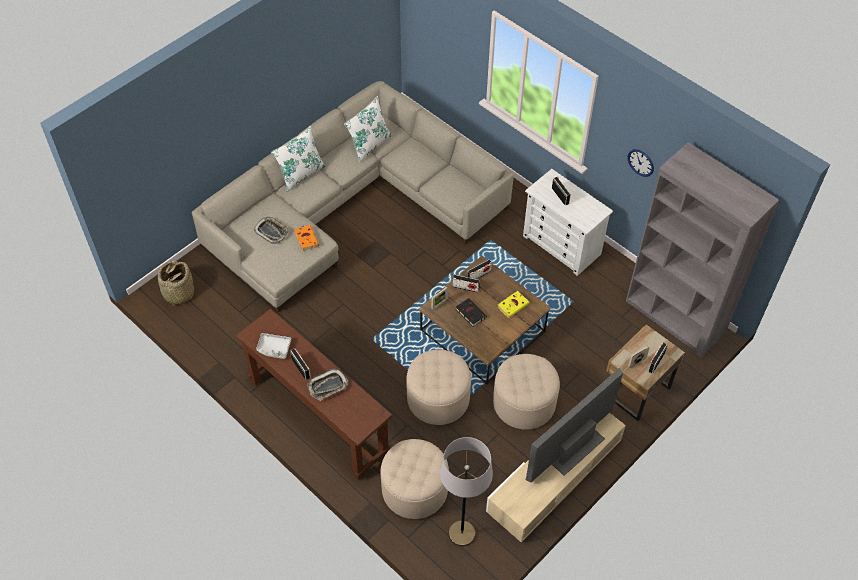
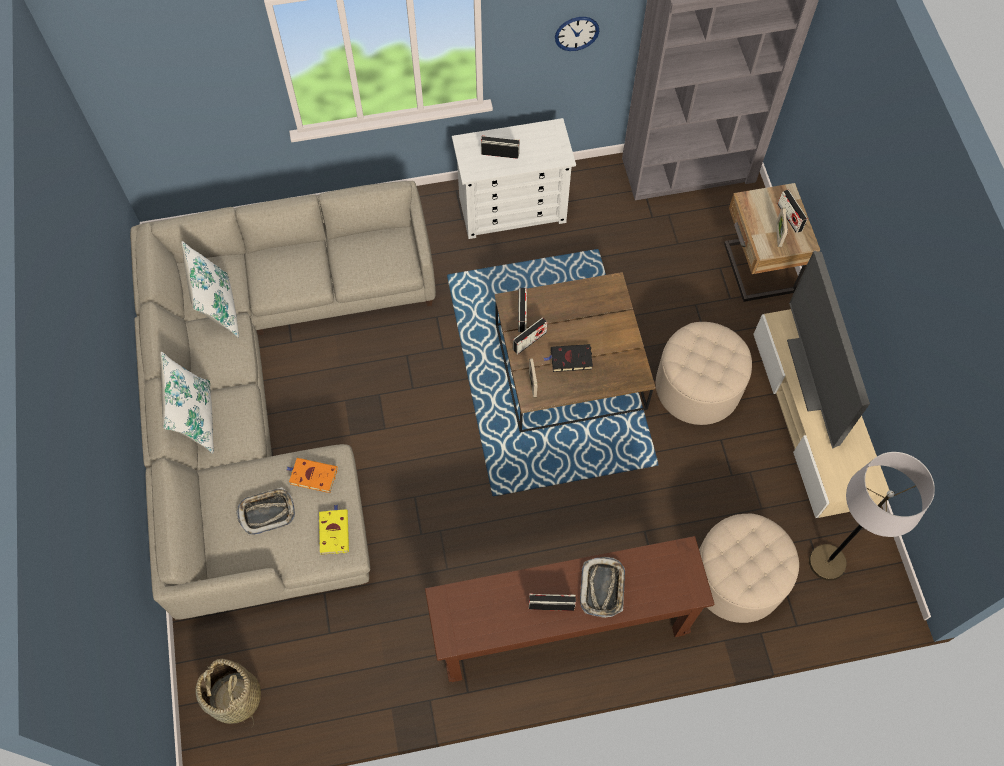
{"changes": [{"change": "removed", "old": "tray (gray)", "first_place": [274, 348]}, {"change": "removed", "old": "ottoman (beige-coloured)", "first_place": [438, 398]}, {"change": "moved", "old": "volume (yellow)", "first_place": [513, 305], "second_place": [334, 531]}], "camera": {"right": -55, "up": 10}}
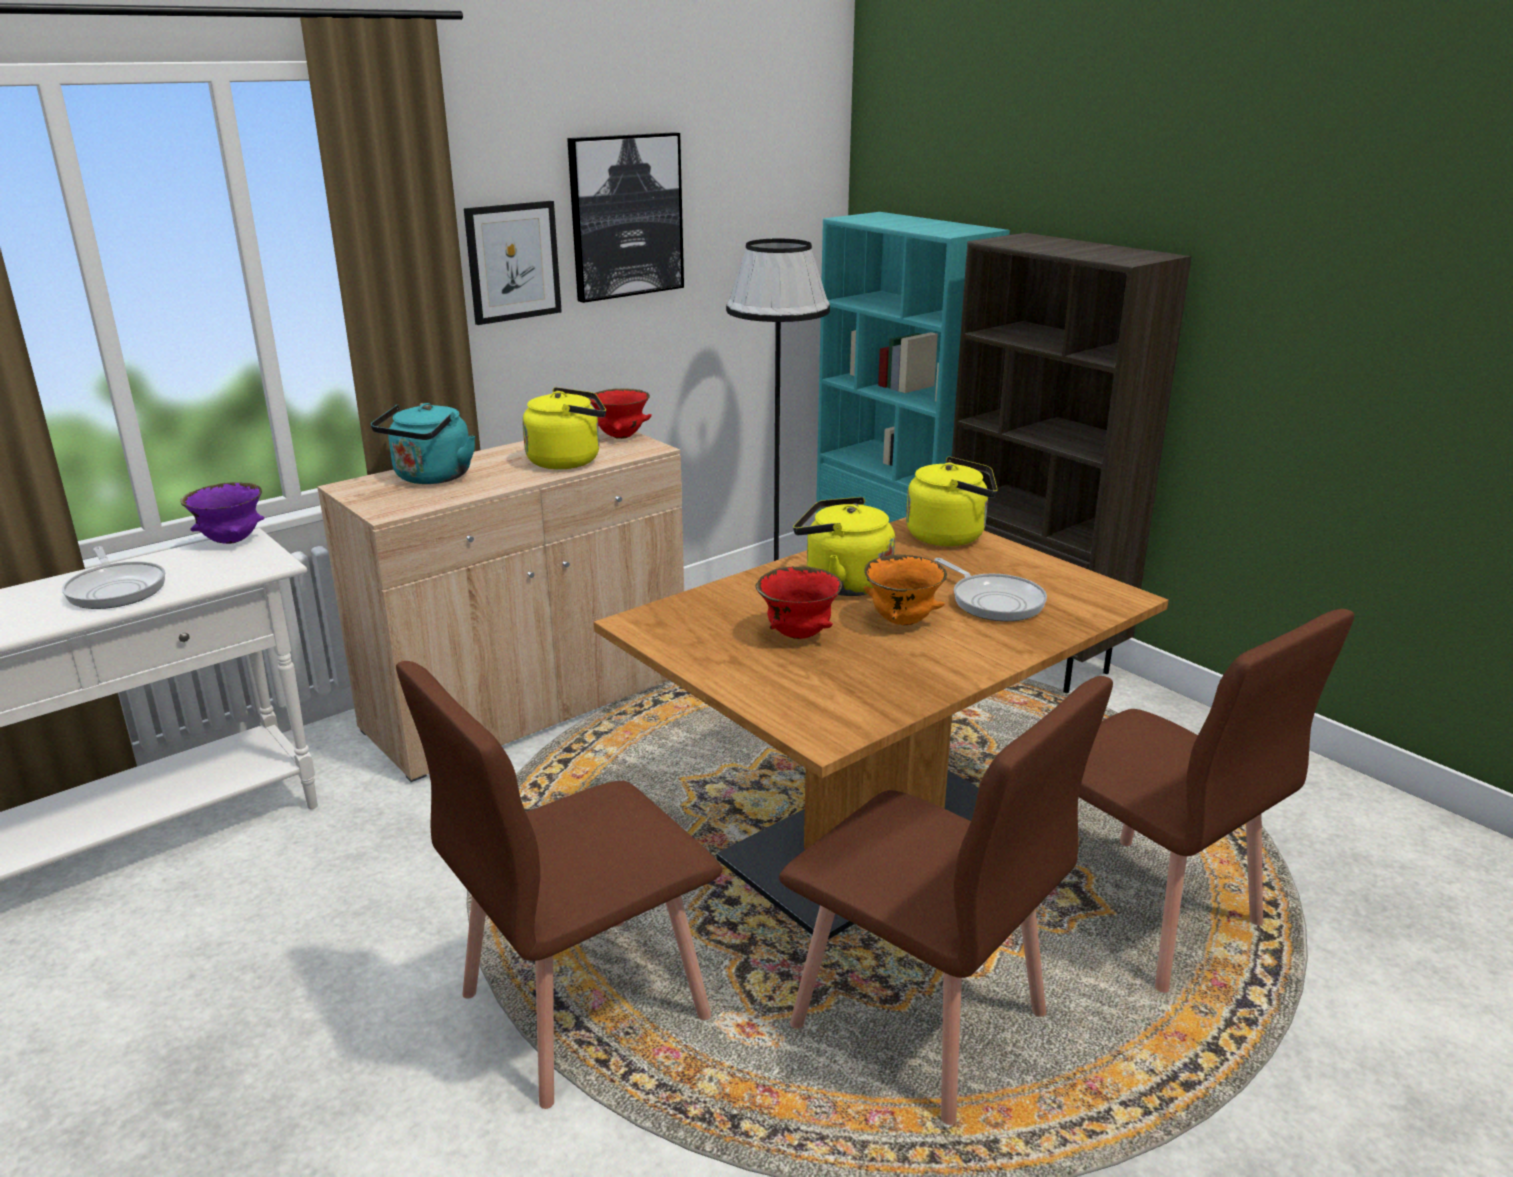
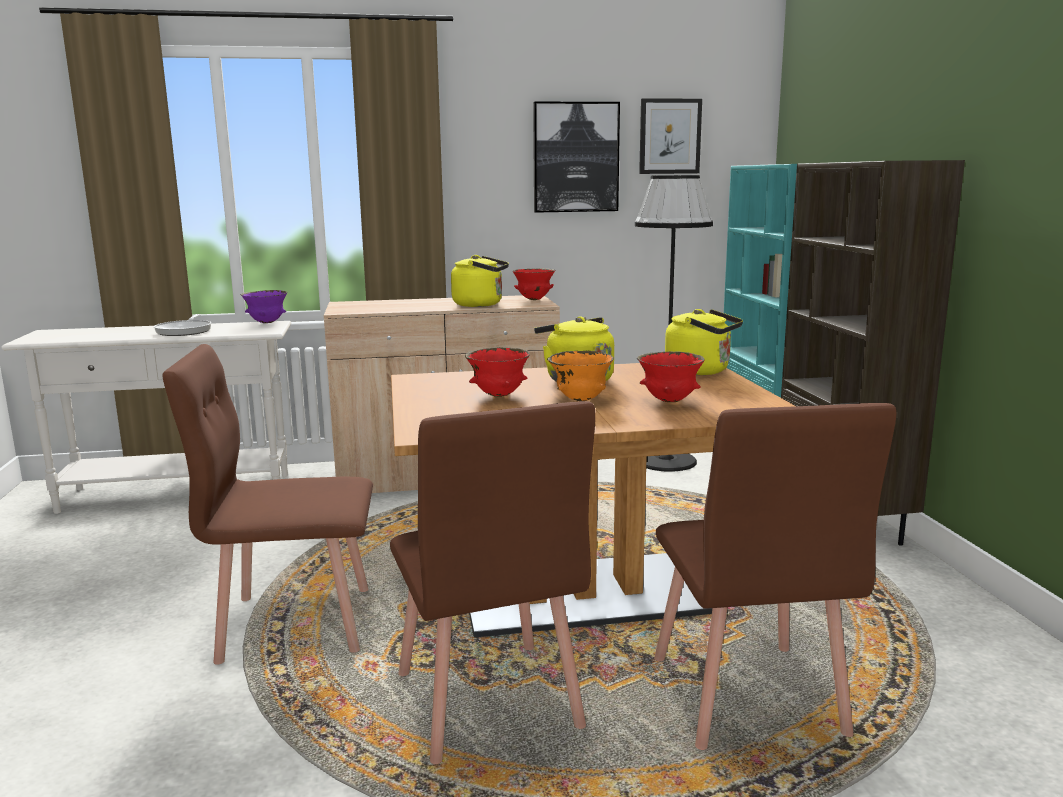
{"changes": [{"change": "removed", "old": "tea kettle (turquoise)", "first_place": [430, 478]}, {"change": "moved", "old": "picture", "first_place": [513, 262], "second_place": [670, 136]}, {"change": "replaced", "old": "pan", "new": "serving bowl (red-coloured)", "first_place": [994, 601], "second_place": [669, 401]}], "camera": {"right": 30, "up": -10}}
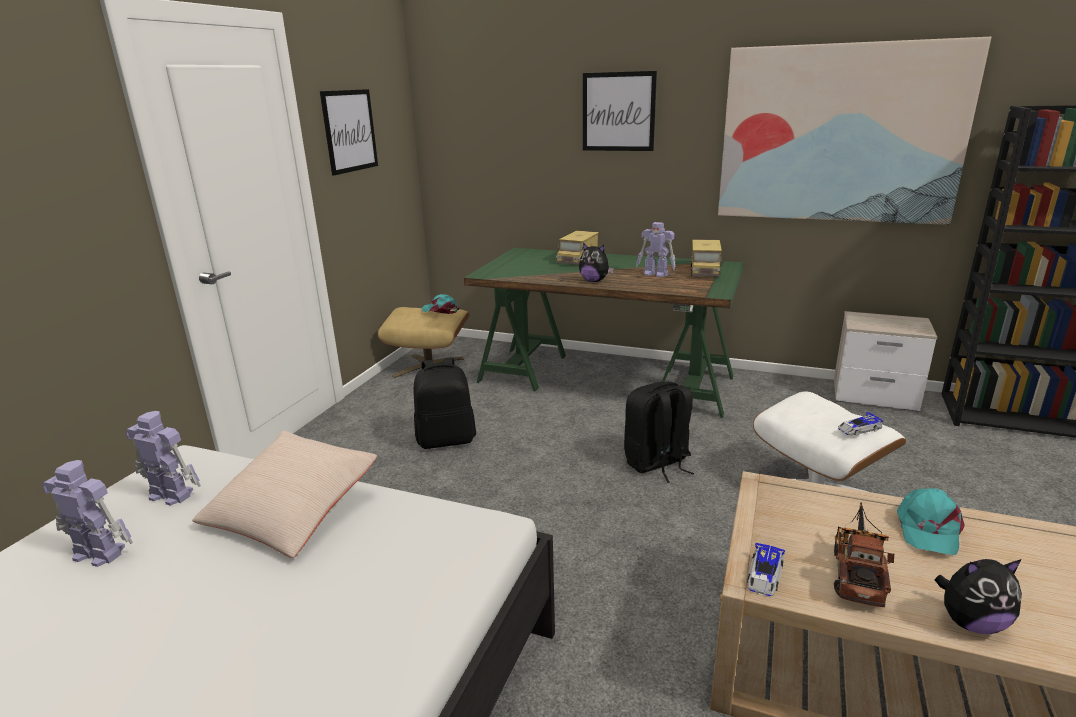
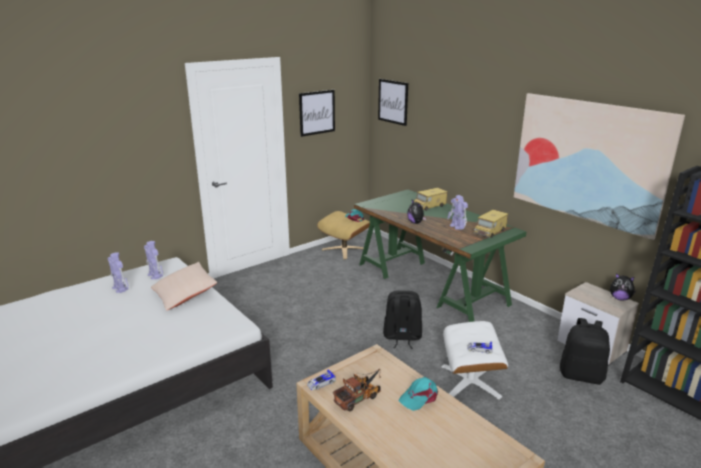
{"changes": [{"change": "moved", "old": "backpack (blackish)", "first_place": [446, 440], "second_place": [581, 375]}, {"change": "moved", "old": "picture", "first_place": [618, 112], "second_place": [393, 102]}, {"change": "moved", "old": "plush toy", "first_place": [971, 622], "second_place": [620, 298]}], "camera": {"right": 30, "up": 0}}
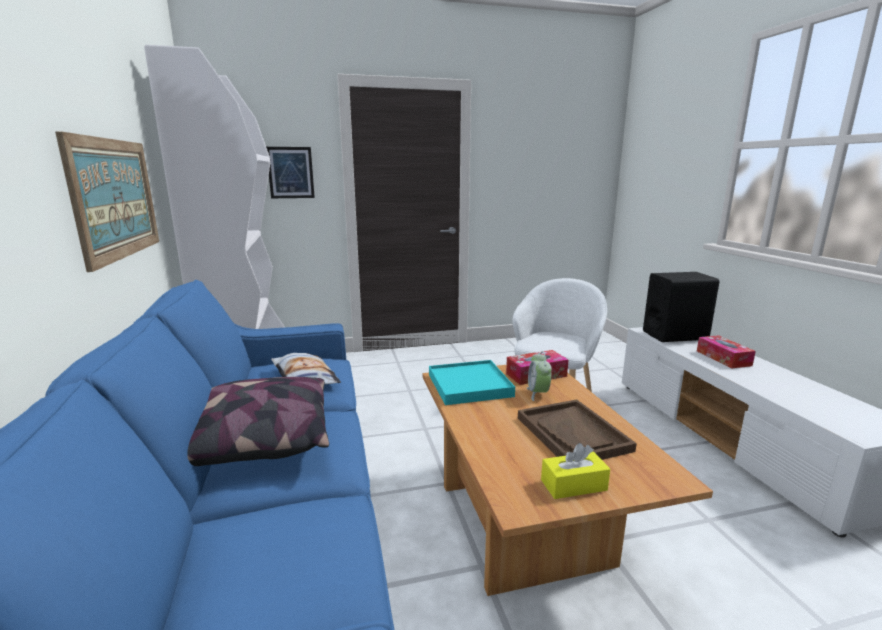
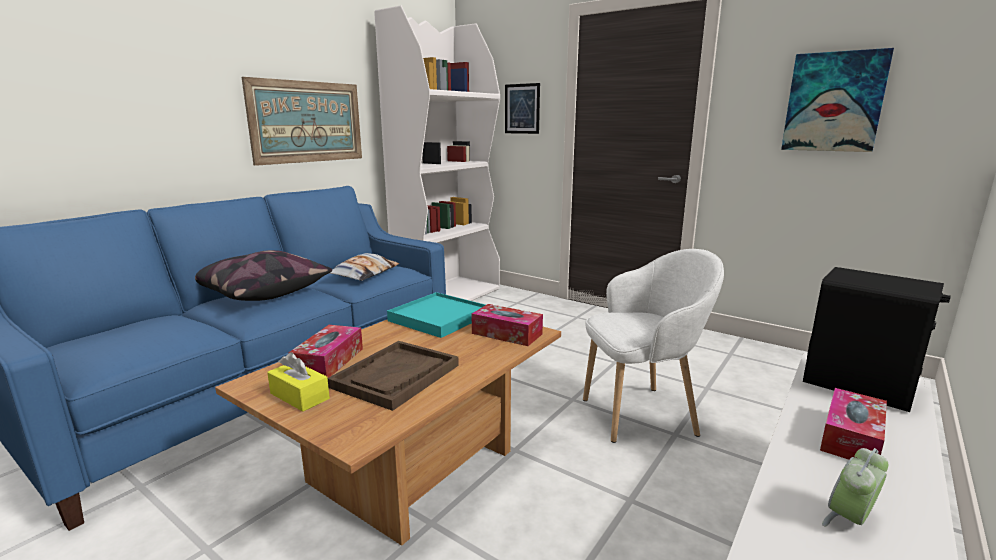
{"changes": [{"change": "moved", "old": "bedside clock", "first_place": [538, 394], "second_place": [849, 520]}, {"change": "added", "new": "tissue holder", "second_place": [329, 361]}, {"change": "added", "new": "picture", "second_place": [834, 102]}], "camera": {"right": 50, "up": 0}}
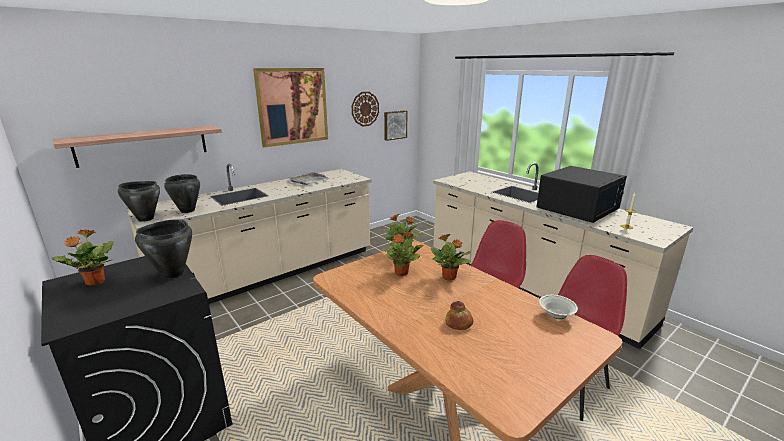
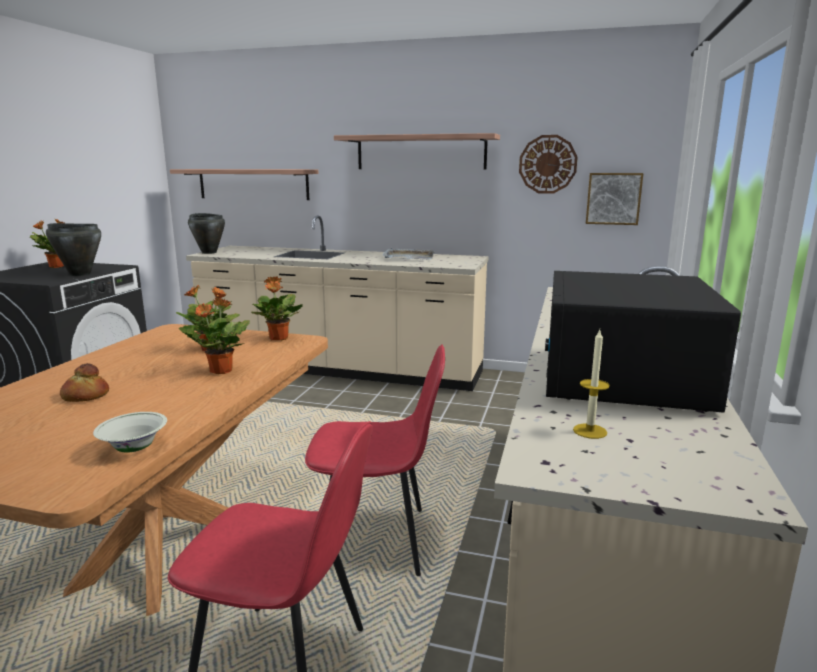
{"changes": [{"change": "removed", "old": "stockpot (blackish)", "first_place": [187, 211]}, {"change": "replaced", "old": "picture", "new": "bracket shelf", "first_place": [293, 106], "second_place": [421, 152]}, {"change": "turned", "old": "kitchen microwave (blackish)", "first_place": [578, 209], "second_place": [622, 378], "degrees": 90}], "camera": {"right": 55, "up": -5}}
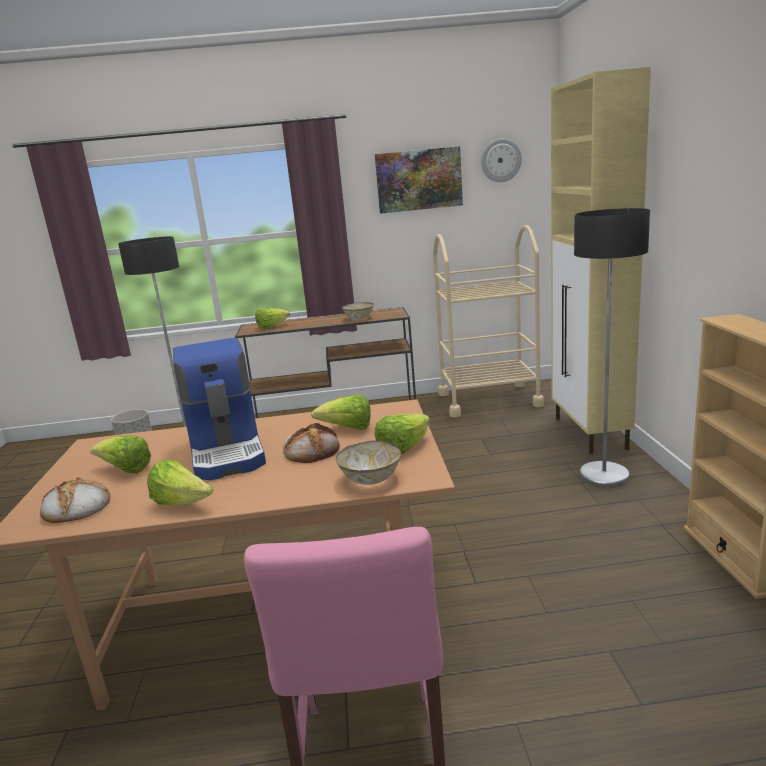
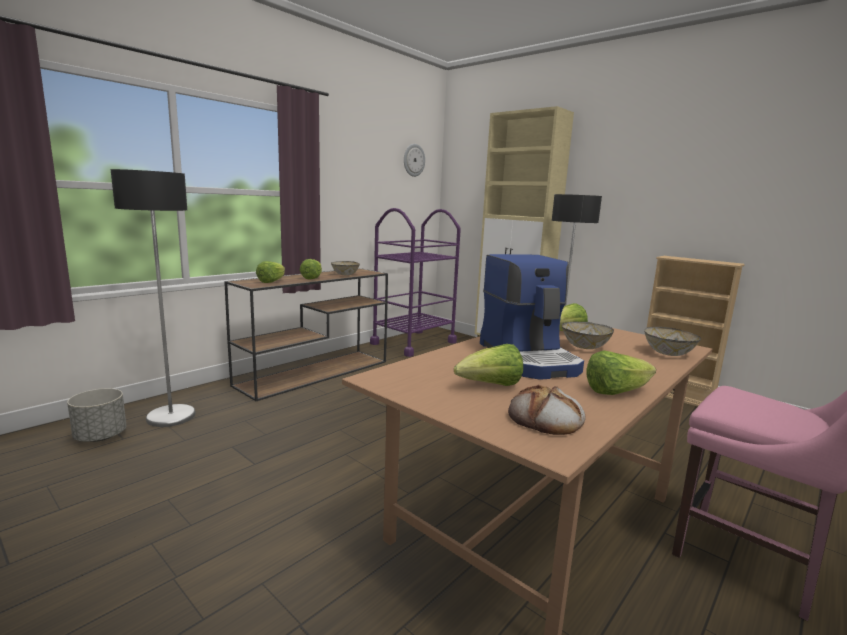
{"changes": [{"change": "turned", "old": "coffee maker", "first_place": [228, 451], "second_place": [529, 358], "degrees": 45}, {"change": "replaced", "old": "bakery bread", "new": "serving bowl", "first_place": [312, 450], "second_place": [584, 347]}, {"change": "removed", "old": "picture", "first_place": [418, 180]}, {"change": "moved", "old": "lettuce", "first_place": [403, 448], "second_place": [312, 278]}, {"change": "recoloured", "old": "wheeled cart (beige-coloured)", "new": "wheeled cart (purple)", "first_place": [489, 399], "second_place": [413, 343]}], "camera": {"right": -45, "up": -5}}
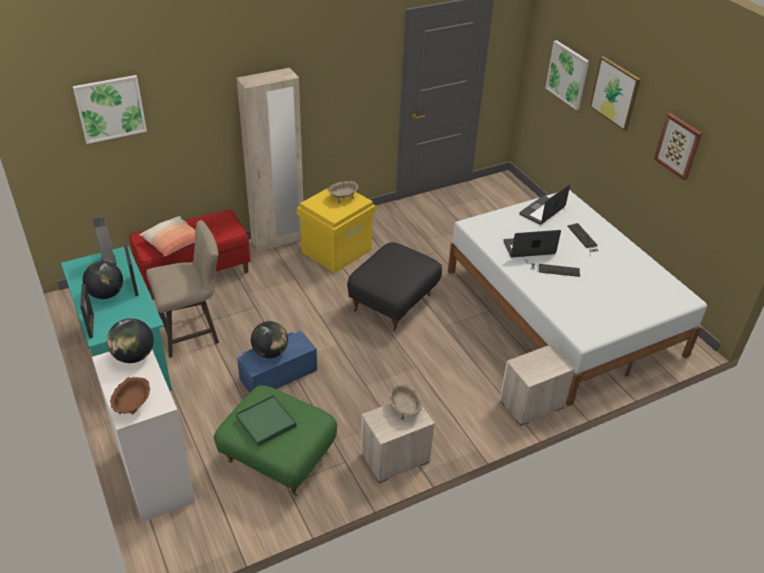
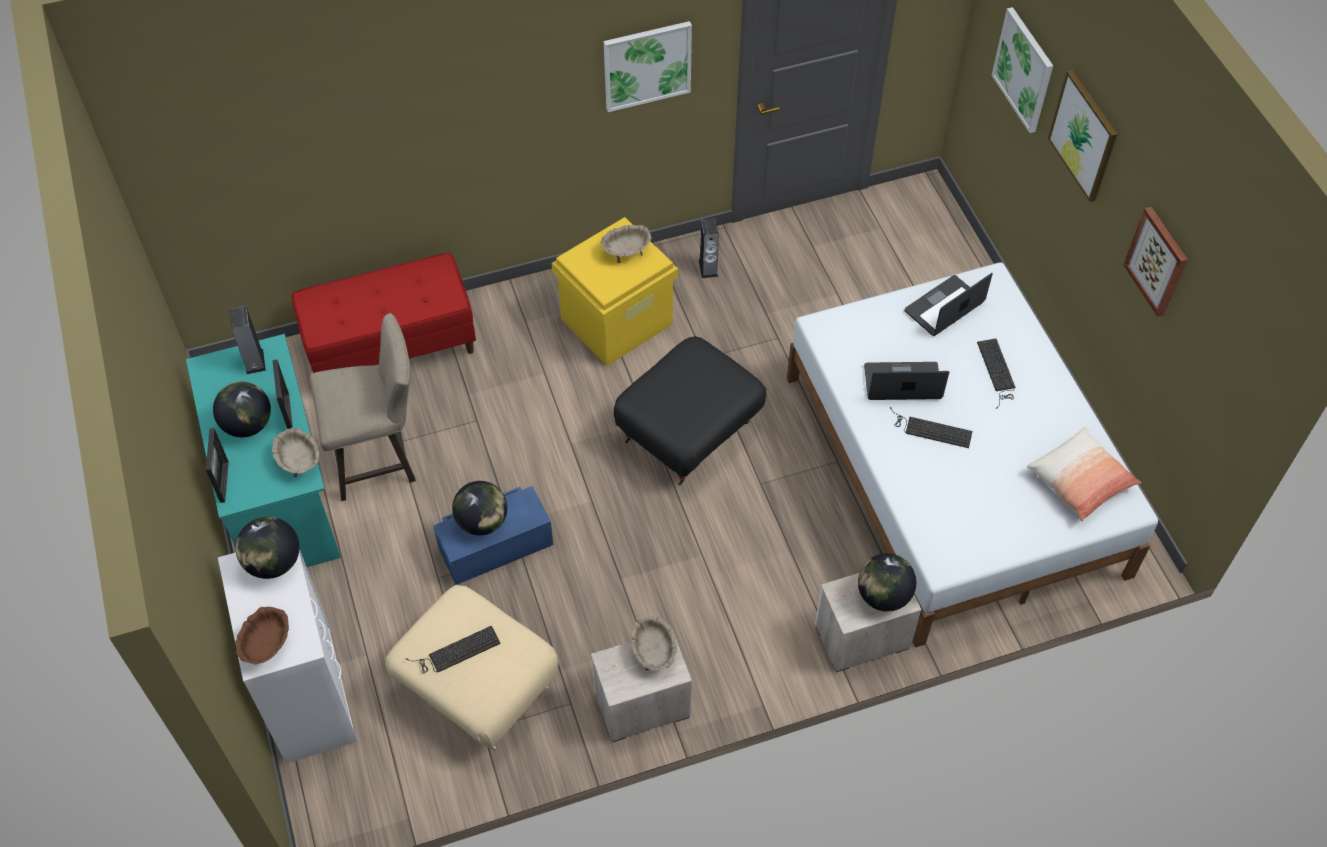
{"changes": [{"change": "moved", "old": "picture", "first_place": [110, 108], "second_place": [647, 65]}, {"change": "moved", "old": "cushion", "first_place": [174, 243], "second_place": [1080, 482]}, {"change": "recoloured", "old": "ottoman (green)", "new": "ottoman (beige-coloured)", "first_place": [277, 459], "second_place": [476, 688]}, {"change": "removed", "old": "wardrobe (beige-coloured)", "first_place": [278, 240]}, {"change": "replaced", "old": "tray (green)", "new": "keyboard", "first_place": [265, 422], "second_place": [456, 652]}, {"change": "added", "new": "serving bowl (beige-coloured)", "second_place": [299, 462]}, {"change": "added", "new": "loudspeaker", "second_place": [708, 268]}, {"change": "added", "new": "desk globe", "second_place": [883, 596]}], "camera": {"right": 10, "up": 15}}
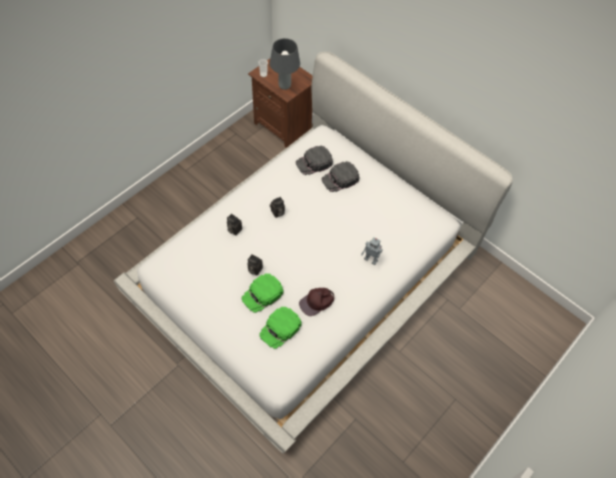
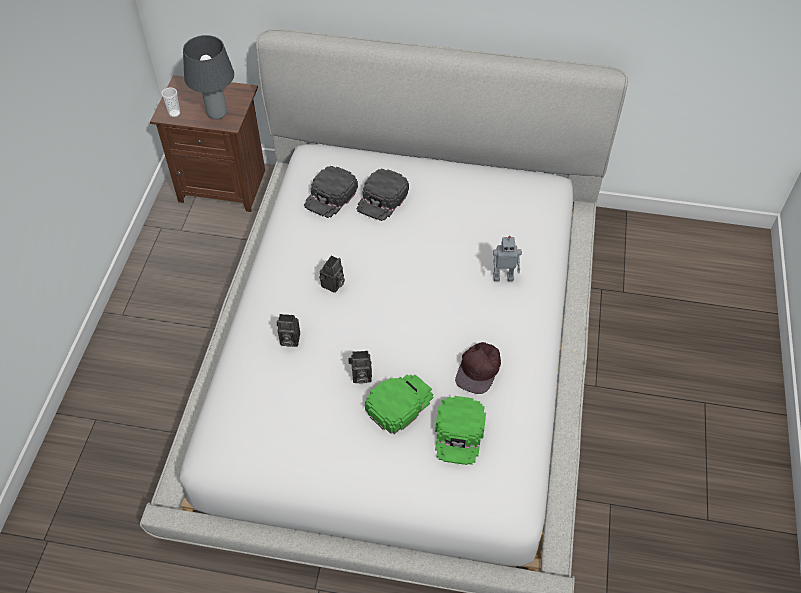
{"changes": [{"change": "turned", "old": "baseball cap (green)", "first_place": [262, 295], "second_place": [399, 403], "degrees": -150}], "camera": {"right": -30, "up": -5}}
